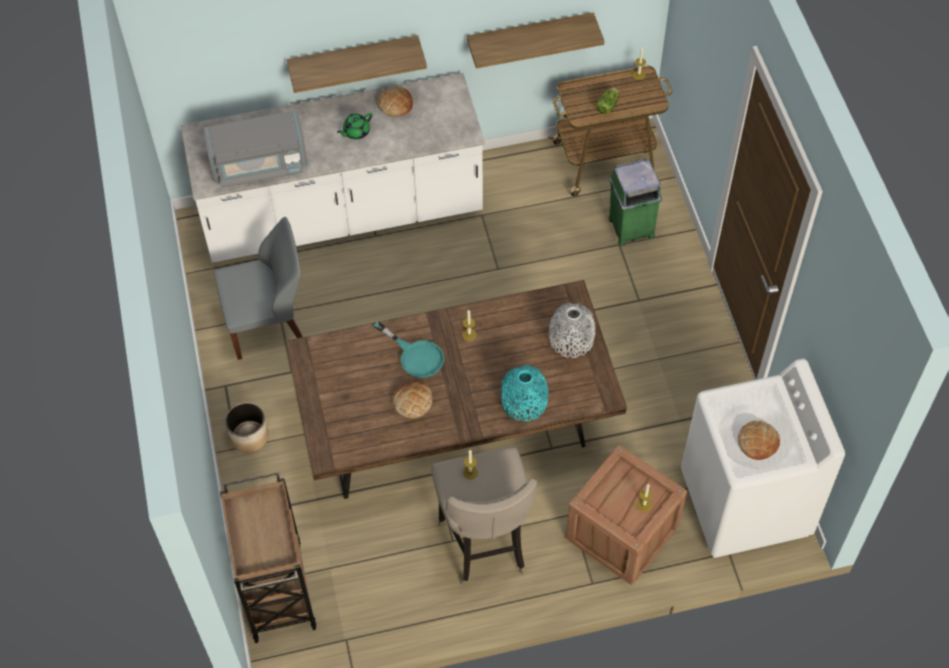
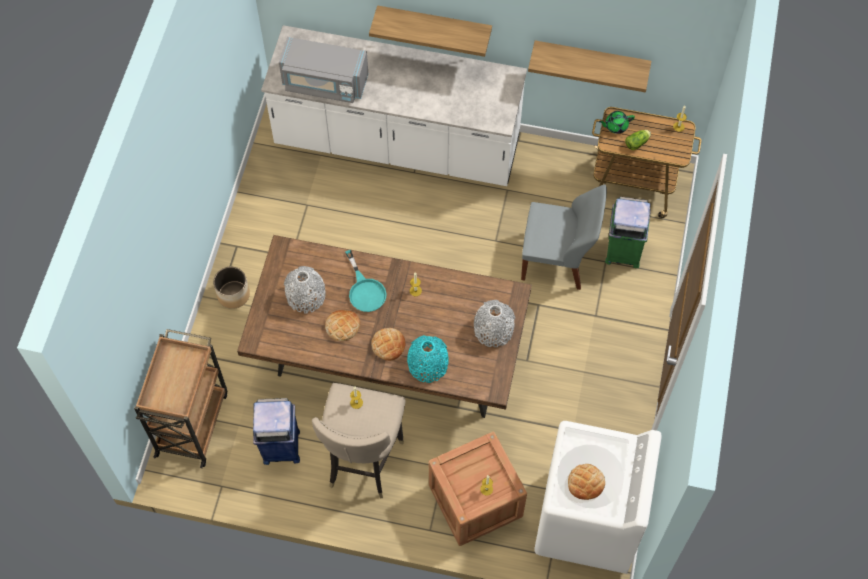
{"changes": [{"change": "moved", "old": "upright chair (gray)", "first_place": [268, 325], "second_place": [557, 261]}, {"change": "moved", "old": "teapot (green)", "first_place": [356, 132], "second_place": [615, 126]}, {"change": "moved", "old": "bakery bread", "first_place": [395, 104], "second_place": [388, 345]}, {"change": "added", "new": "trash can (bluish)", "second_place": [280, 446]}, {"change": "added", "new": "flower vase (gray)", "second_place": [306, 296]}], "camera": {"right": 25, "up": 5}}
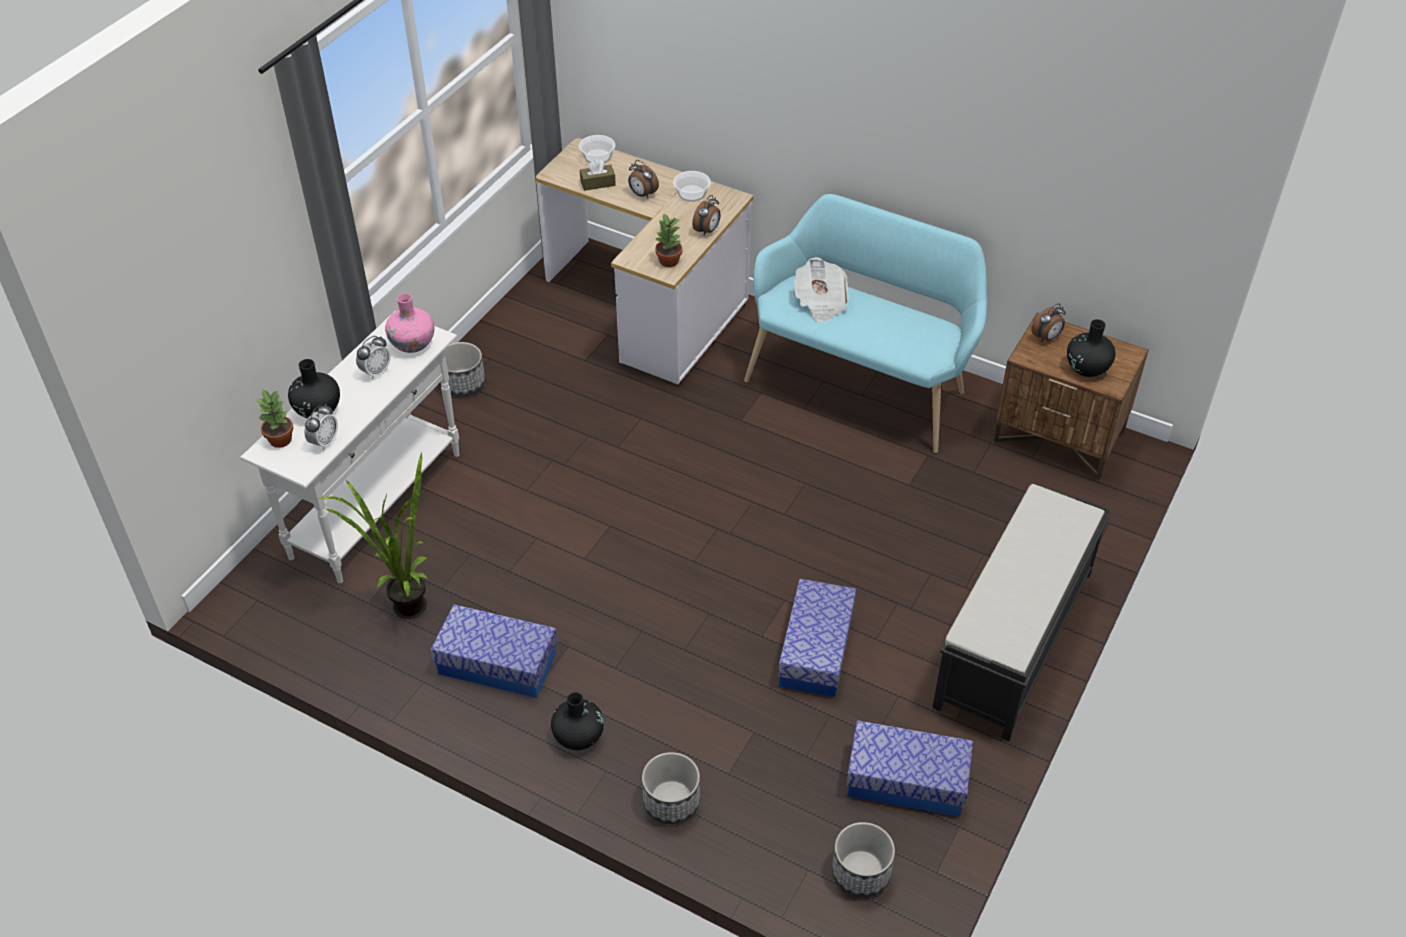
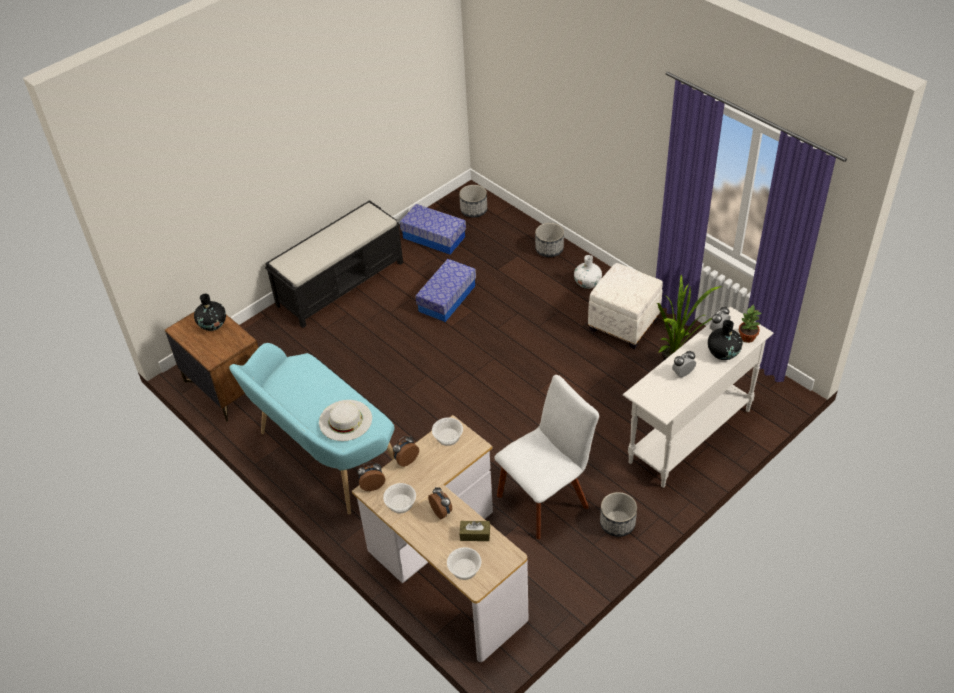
{"changes": [{"change": "removed", "old": "flower vase (pink-coloured)", "first_place": [413, 344]}, {"change": "replaced", "old": "storage box", "new": "ottoman (white-coloured)", "first_place": [497, 664], "second_place": [624, 325]}, {"change": "recoloured", "old": "flower vase (blackish)", "new": "flower vase (white-coloured)", "first_place": [578, 736], "second_place": [587, 283]}, {"change": "replaced", "old": "houseplant", "new": "serving bowl", "first_place": [669, 261], "second_place": [448, 436]}, {"change": "replaced", "old": "printed paper", "new": "wearable hat (white-coloured)", "first_place": [820, 303], "second_place": [345, 420]}, {"change": "moved", "old": "bedside clock", "first_place": [1047, 338], "second_place": [372, 485]}, {"change": "added", "new": "upright chair (white-coloured)", "second_place": [546, 498]}], "camera": {"right": -160, "up": 0}}
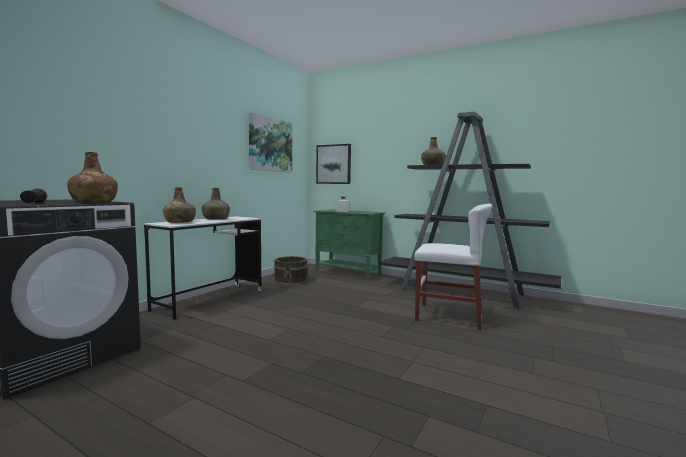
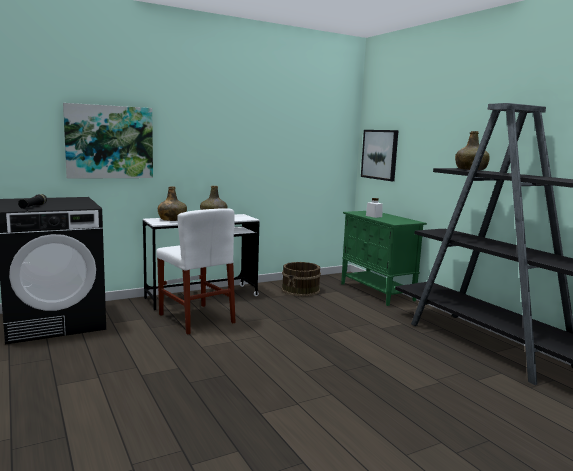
{"changes": [{"change": "removed", "old": "drink bottle (brown)", "first_place": [93, 202]}, {"change": "moved", "old": "picture", "first_place": [270, 145], "second_place": [109, 142]}, {"change": "moved", "old": "upright chair (white-coloured)", "first_place": [449, 316], "second_place": [196, 318]}], "camera": {"right": 30, "up": 5}}
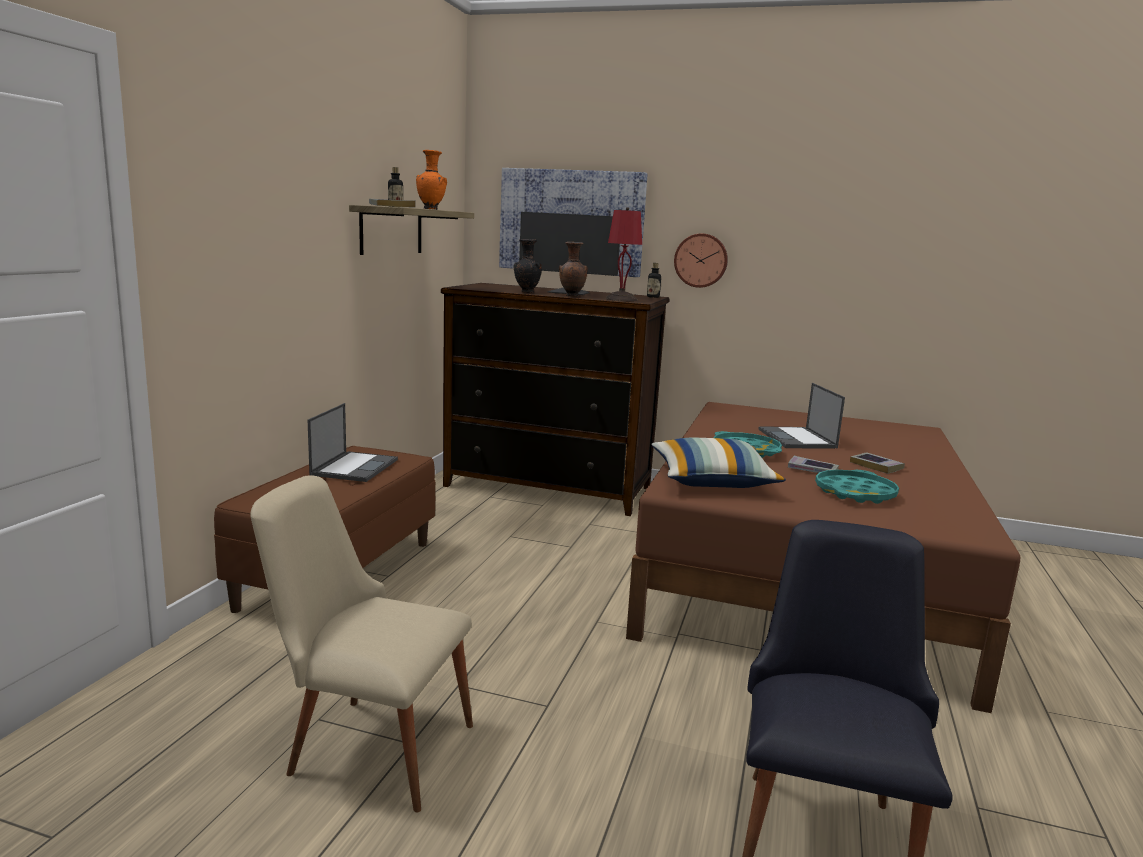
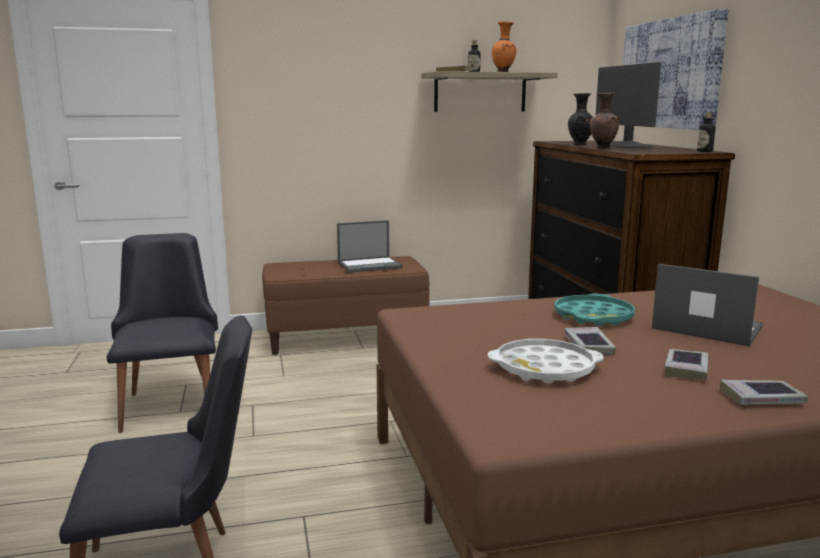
{"changes": [{"change": "recoloured", "old": "upright chair (beige-coloured)", "new": "upright chair (blackish)", "first_place": [367, 744], "second_place": [171, 402]}, {"change": "removed", "old": "lamp for a table (red-coloured)", "first_place": [621, 299]}, {"change": "removed", "old": "cushion", "first_place": [712, 481]}, {"change": "removed", "old": "hanging clock", "first_place": [701, 260]}, {"change": "turned", "old": "notebook computer", "first_place": [797, 439], "second_place": [705, 327], "degrees": 75}, {"change": "recoloured", "old": "tray (turquoise)", "new": "tray (white-coloured)", "first_place": [855, 493], "second_place": [544, 369]}, {"change": "added", "new": "volume", "second_place": [761, 398]}], "camera": {"right": 60, "up": 0}}
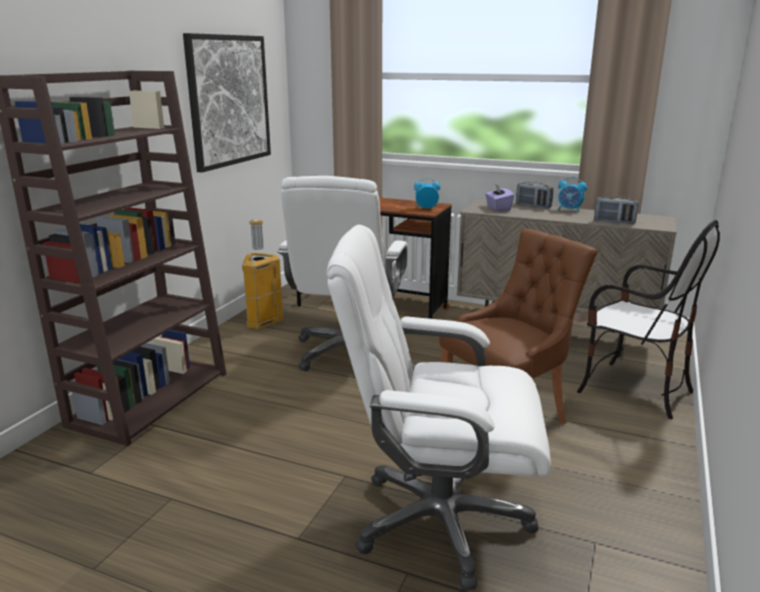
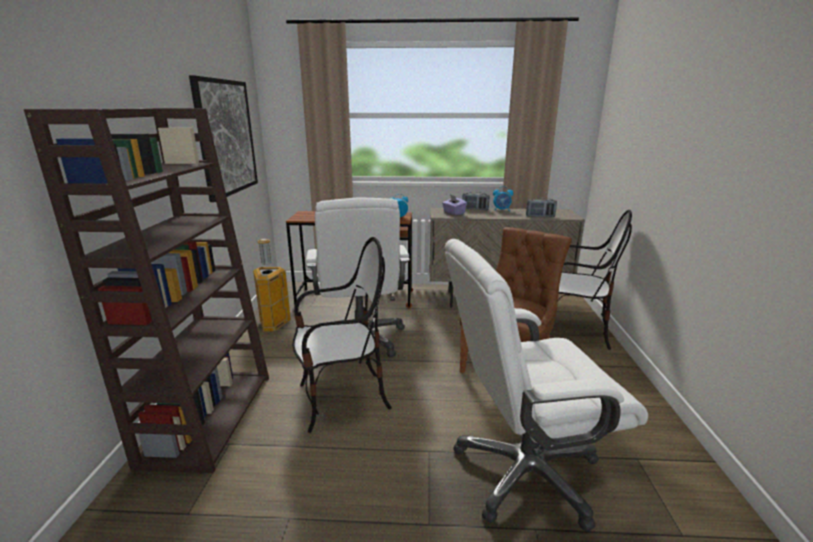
{"changes": [{"change": "added", "new": "upright chair", "second_place": [342, 399]}], "camera": {"right": -20, "up": 0}}
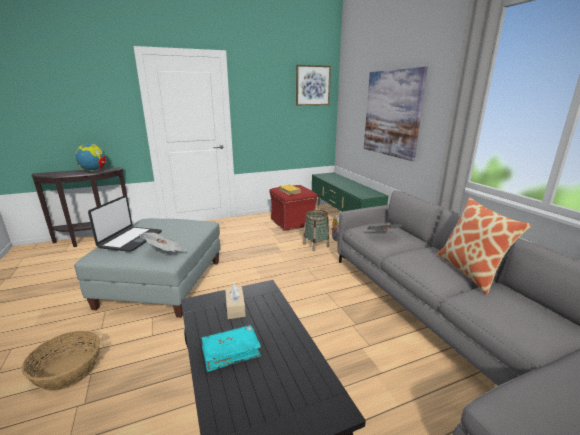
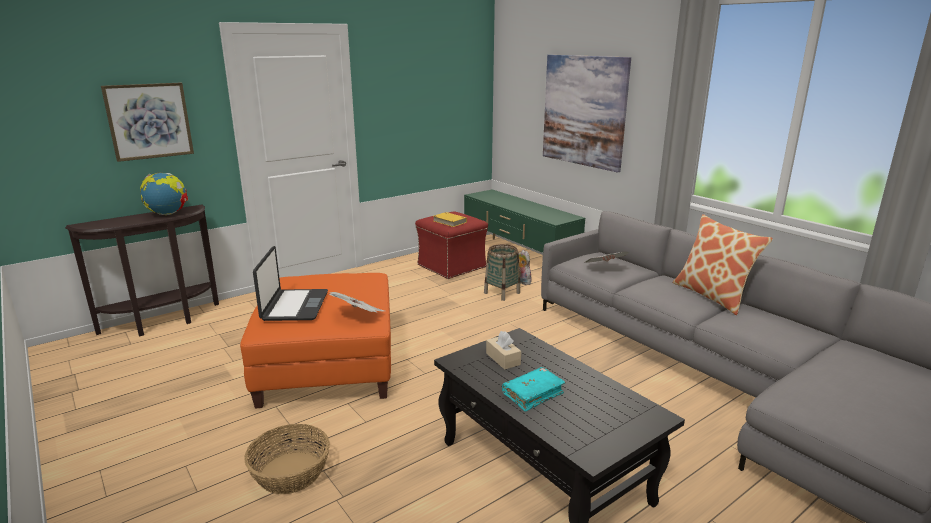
{"changes": [{"change": "recoloured", "old": "ottoman (gray)", "new": "ottoman (orange)", "first_place": [162, 283], "second_place": [327, 364]}, {"change": "moved", "old": "picture", "first_place": [312, 85], "second_place": [149, 121]}], "camera": {"right": -15, "up": 0}}
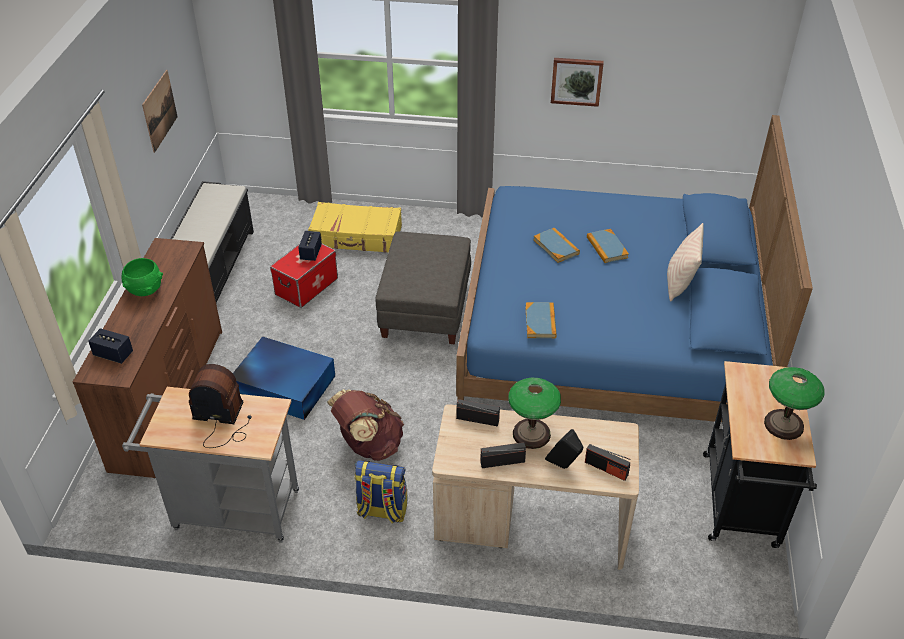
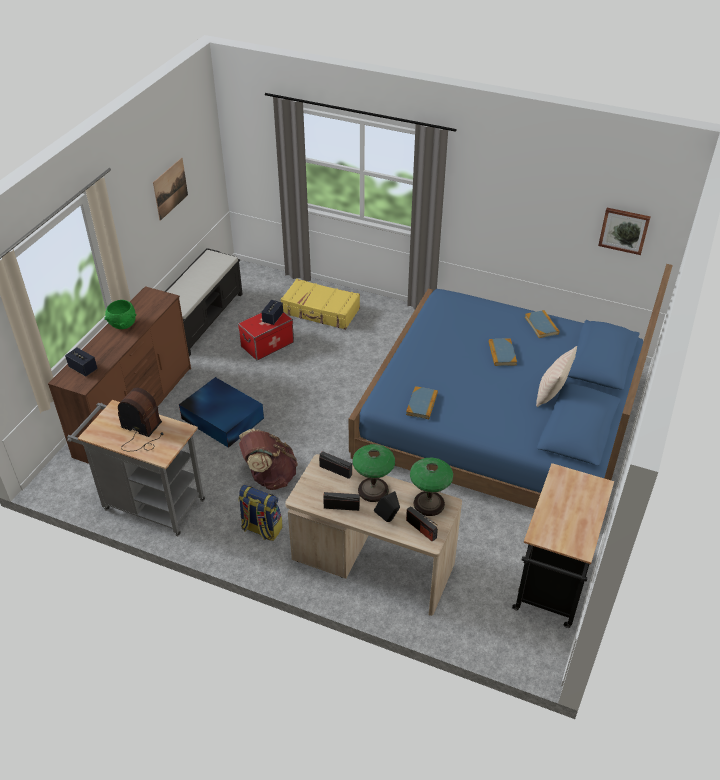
{"changes": [{"change": "removed", "old": "ottoman (gray)", "first_place": [425, 309]}, {"change": "moved", "old": "volume", "first_place": [556, 247], "second_place": [541, 325]}, {"change": "moved", "old": "picture", "first_place": [576, 81], "second_place": [624, 230]}, {"change": "moved", "old": "lamp for a table", "first_place": [784, 425], "second_place": [429, 504]}], "camera": {"right": 15, "up": 0}}
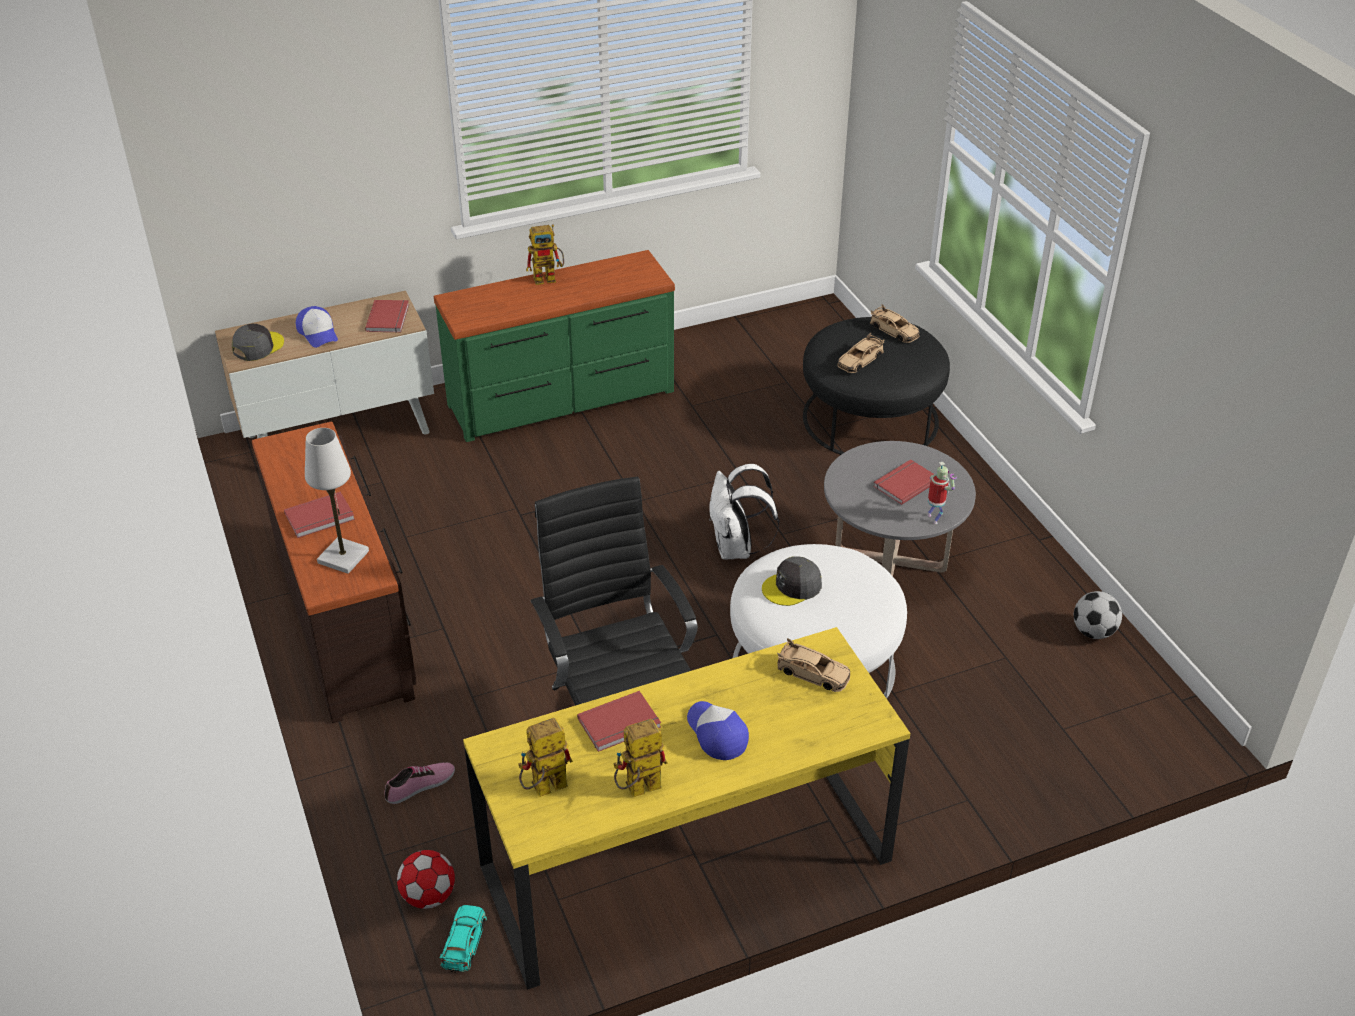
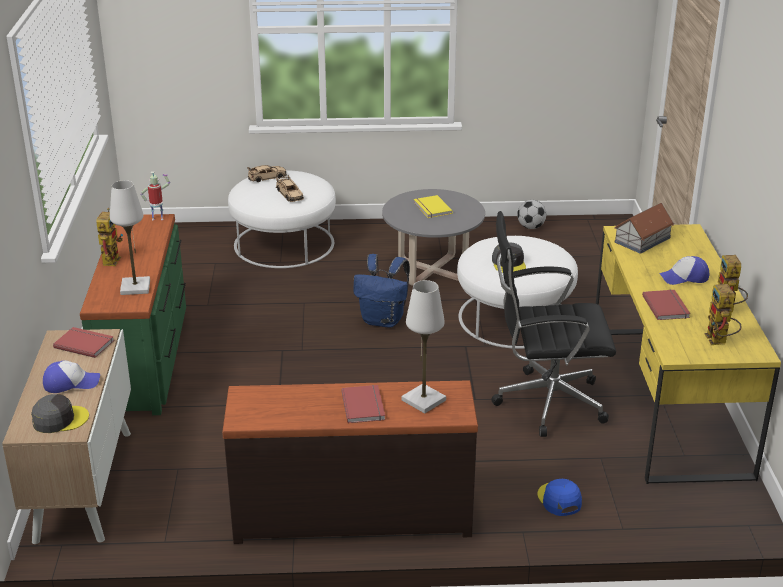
{"changes": [{"change": "turned", "old": "baseball cap (gray)", "first_place": [258, 346], "second_place": [59, 419], "degrees": 105}, {"change": "replaced", "old": "item of footwear", "new": "baseball cap (bluish)", "first_place": [420, 786], "second_place": [559, 500]}, {"change": "removed", "old": "football", "first_place": [428, 896]}, {"change": "removed", "old": "model car (turquoise)", "first_place": [464, 942]}, {"change": "recoloured", "old": "backpack (white-coloured)", "new": "backpack (bluish)", "first_place": [736, 549], "second_place": [383, 320]}, {"change": "replaced", "old": "model car (beige-coloured)", "new": "toy house", "first_place": [813, 673], "second_place": [641, 240]}, {"change": "recoloured", "old": "ottoman (blackish)", "new": "ottoman (white-coloured)", "first_place": [870, 418], "second_place": [284, 243]}, {"change": "recoloured", "old": "volume (red-coloured)", "new": "volume (yellow)", "first_place": [904, 483], "second_place": [431, 208]}, {"change": "moved", "old": "model robot", "first_place": [934, 518], "second_place": [158, 218]}, {"change": "added", "new": "lamp for a table (white-coloured)", "second_place": [135, 287]}], "camera": {"right": -70, "up": -10}}
